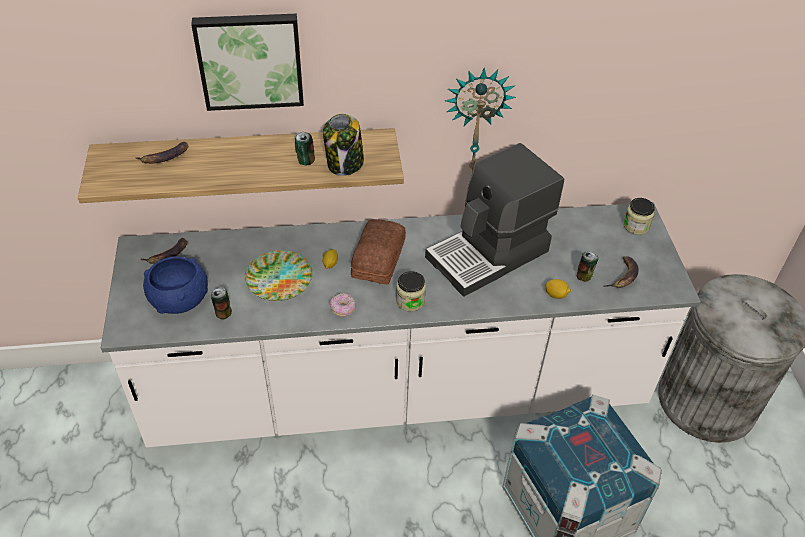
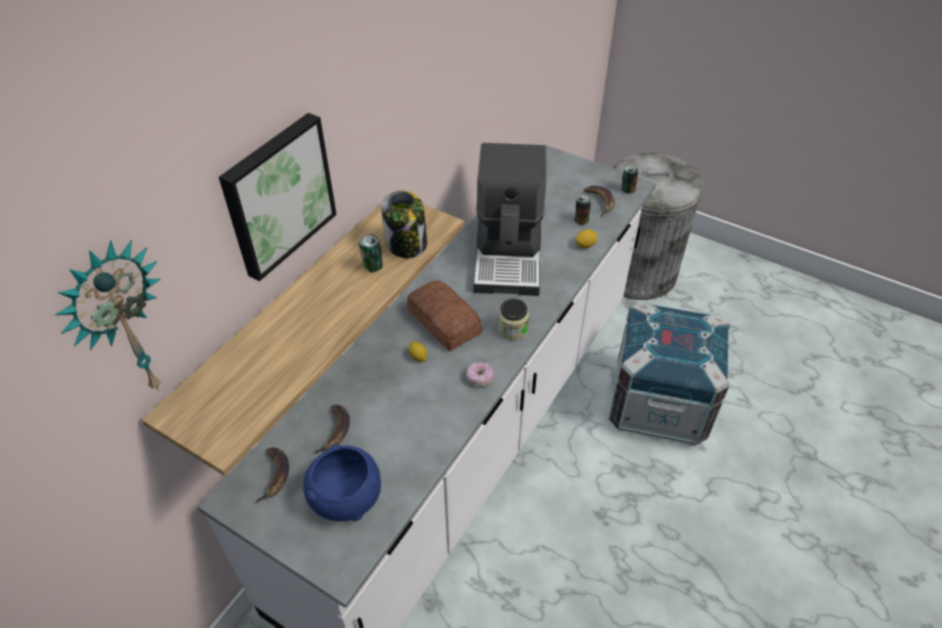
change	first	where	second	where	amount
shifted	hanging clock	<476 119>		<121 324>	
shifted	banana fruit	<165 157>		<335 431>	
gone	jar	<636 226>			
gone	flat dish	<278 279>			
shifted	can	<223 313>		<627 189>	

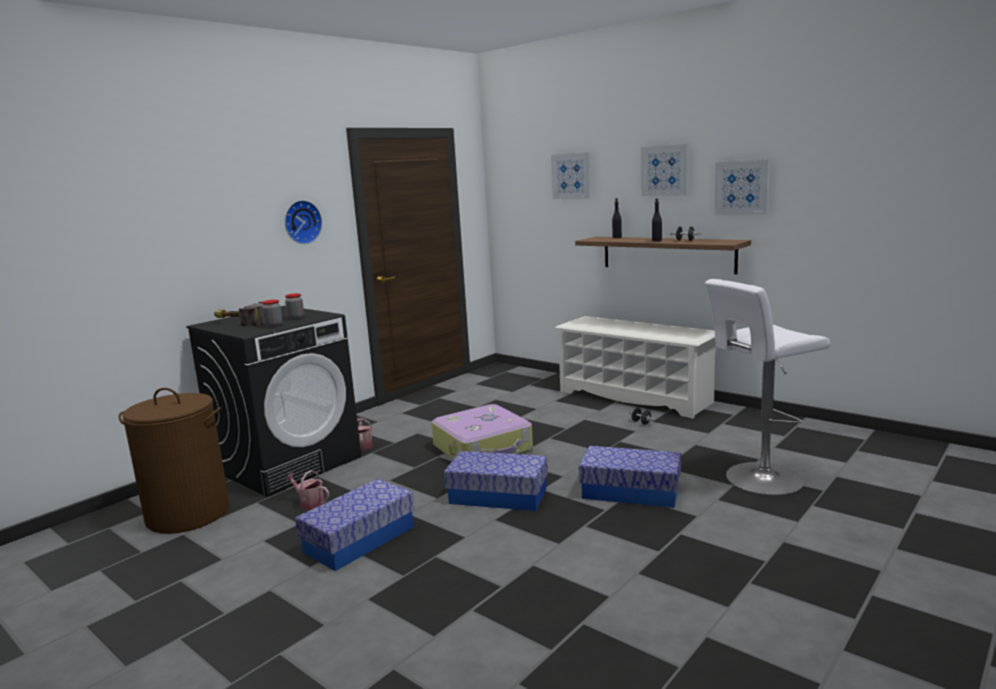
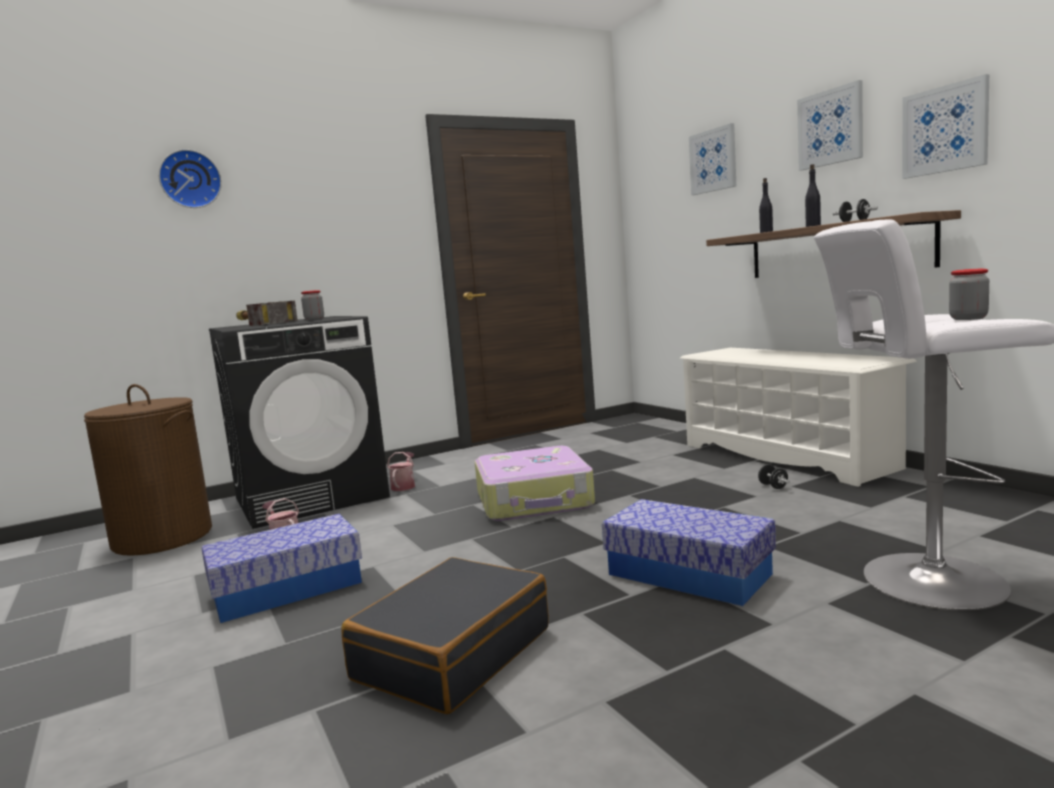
change	first	where	second	where	amount
shifted	hanging clock	<301 222>		<190 179>	
shifted	jar	<273 325>		<968 318>	
gone	storage container	<498 496>			
new			black-coloured travel case	<452 653>	

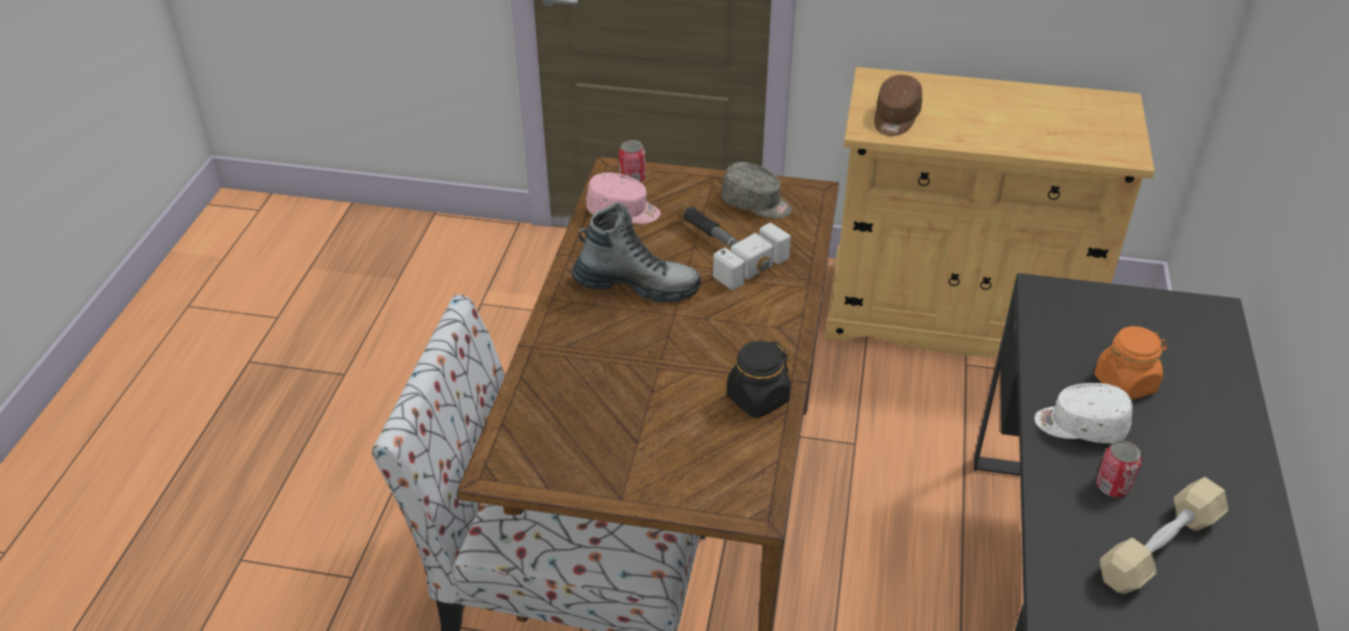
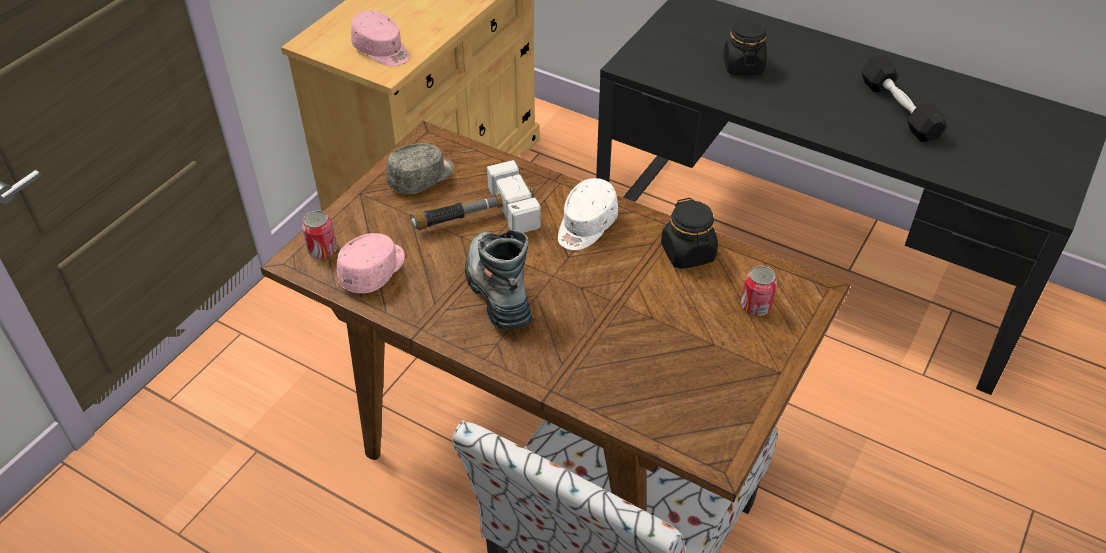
change	first	where	second	where	amount
repainted	brown-coloured peaked cap	<895 118>	pink peaked cap	<382 51>	
rotated	high-top boot	<636 286>		<497 290>	45 degrees counterclockwise
repainted	orange jar	<1125 383>	black-coloured jar	<743 66>	
shifted	white-coloured peaked cap	<1080 426>		<586 226>	
shifted	can	<1113 486>		<755 306>	
repainted	sand-coloured free weight	<1159 548>	black-coloured free weight	<898 109>	

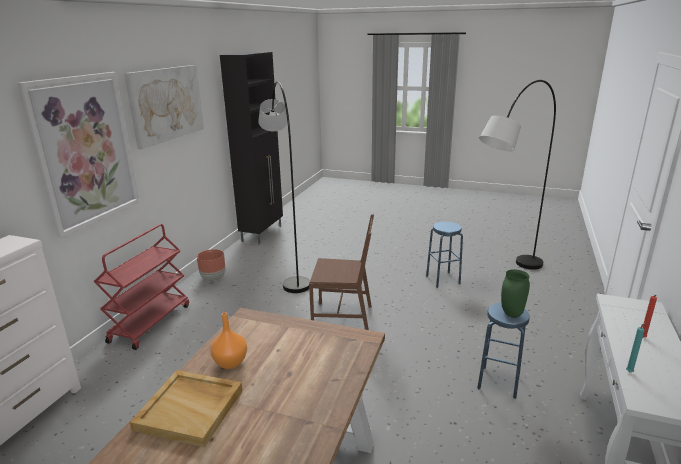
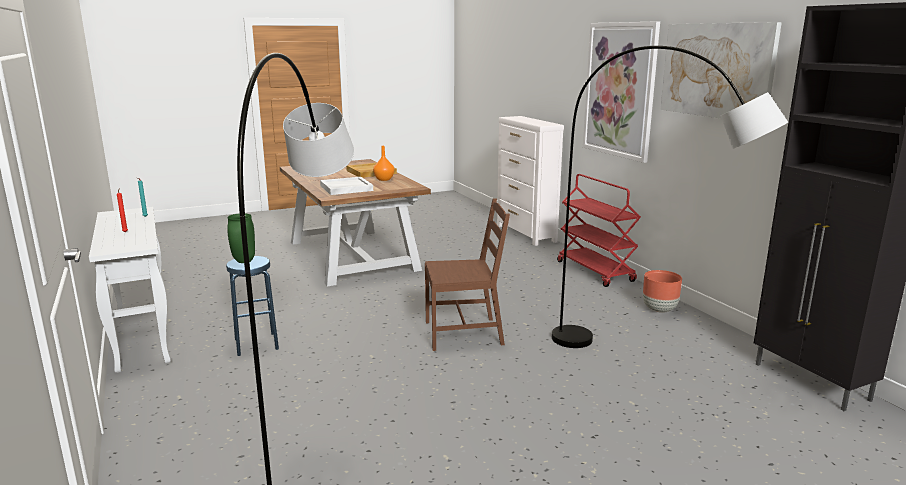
change	first	where	second	where	amount
rotated	brown-coloured chair	<343 317>		<464 333>	150 degrees counterclockwise
gone	blue stool	<443 280>			
new			white-coloured tray	<346 188>	

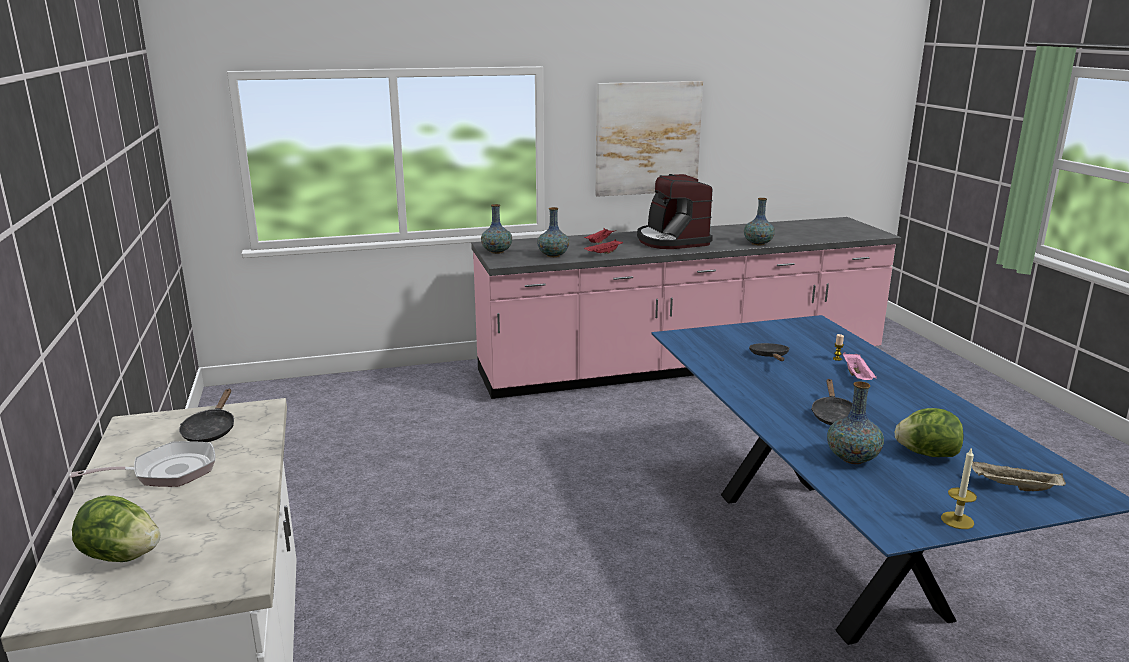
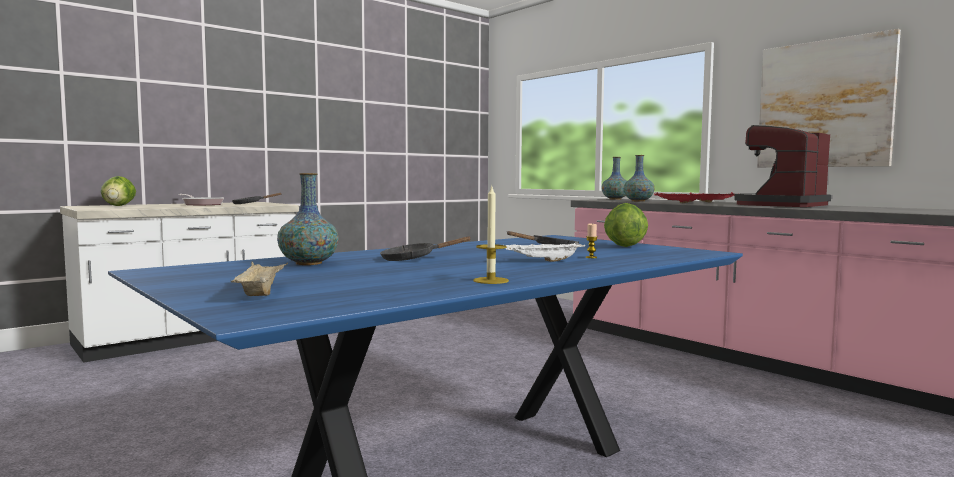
change	first	where	second	where	amount
gone	decorative vase	<758 243>			
repainted	pink tray	<857 377>	white-coloured tray	<544 261>	
shifted	head of lettuce	<926 454>		<623 246>	
shifted	wax light	<957 520>		<491 280>	

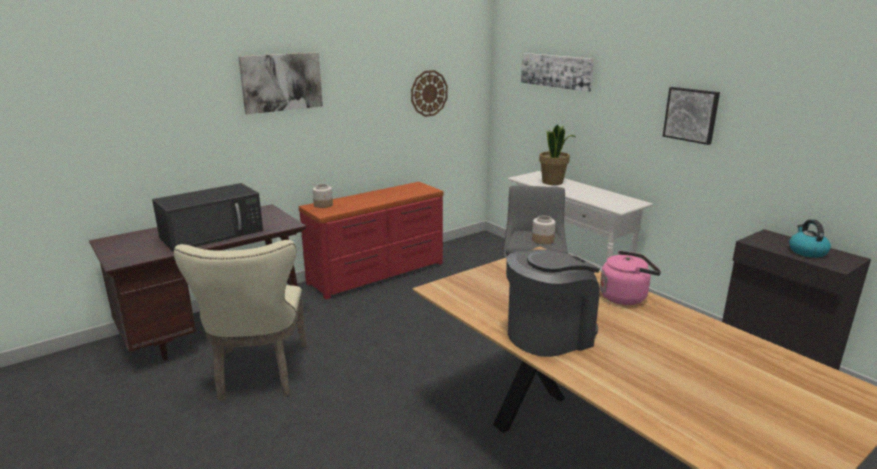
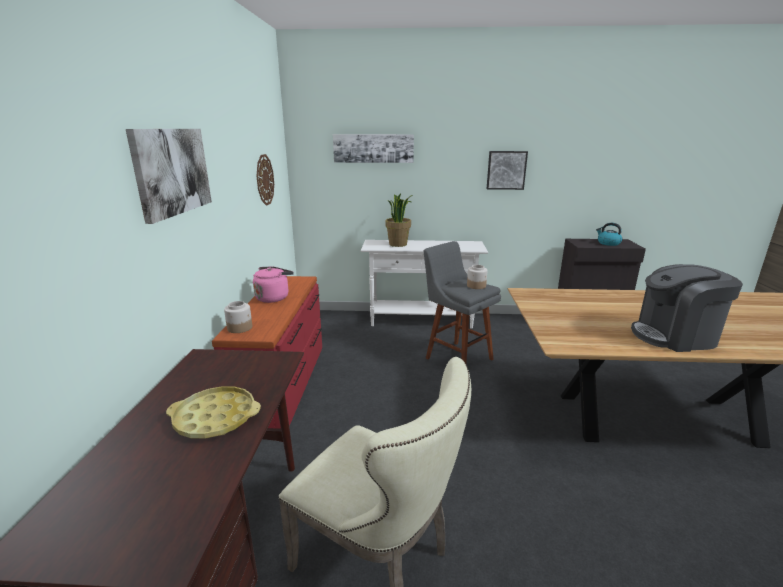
change	first	where	second	where	amount
swapped	black-coloured microwave	<213 234>	yellow tray	<215 418>	
rotated	coffee maker	<549 334>		<674 336>	105 degrees counterclockwise
shifted	pink kettle	<625 297>		<273 297>	

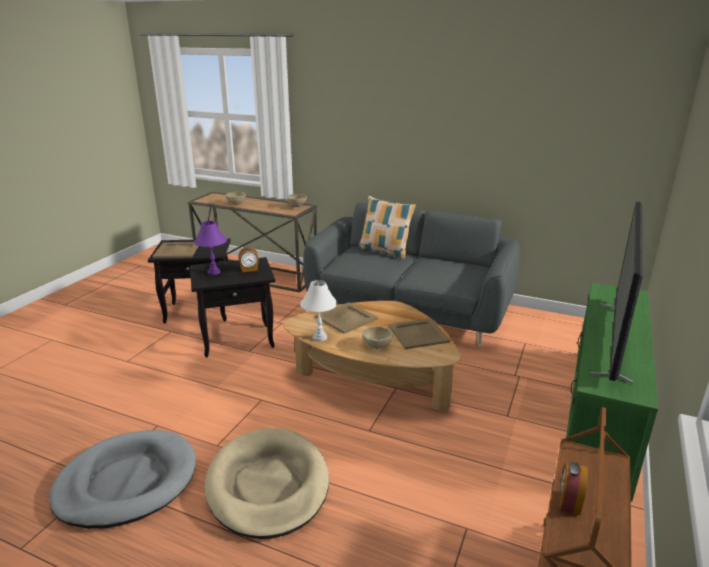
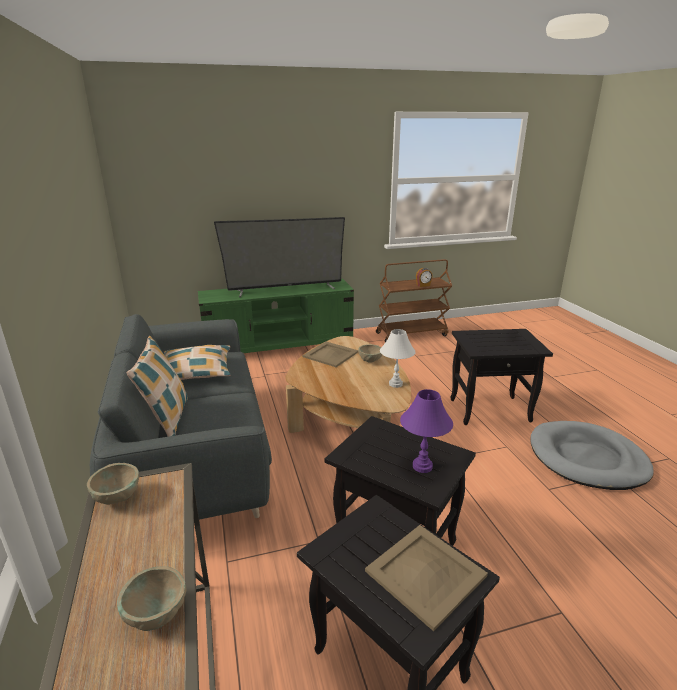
change	first	where	second	where	amount
gone	alarm clock	<249 269>			
gone	sand-coloured tray	<346 318>			
swapped	sand-coloured dog bed	<268 485>	black-coloured end table	<490 410>	
new			pillow	<196 371>	

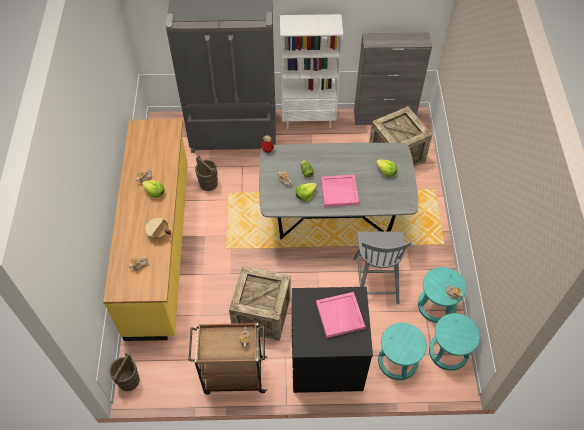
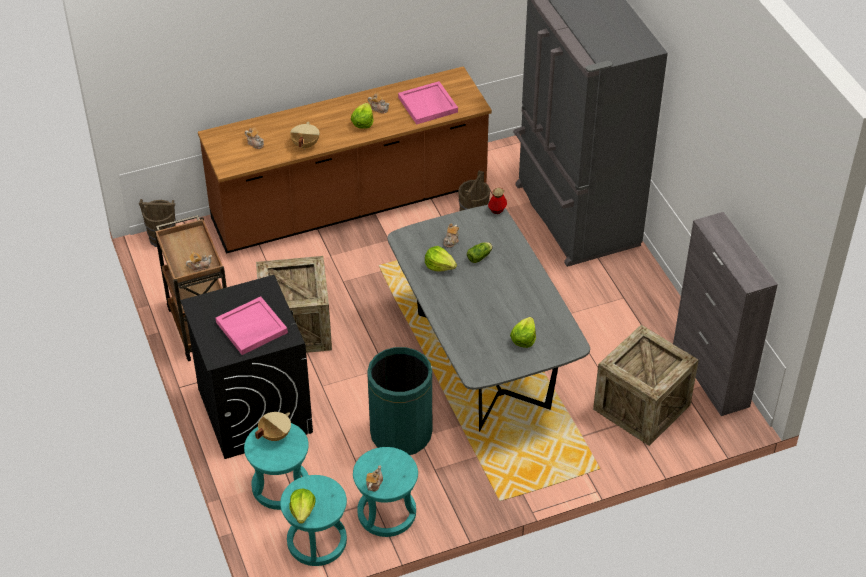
change	first	where	second	where	amount
gone	white-coloured shelving unit	<308 120>			
repainted	yellow kitchen counter	<160 248>	brown-coloured kitchen counter	<350 206>	
shifted	pink tray	<339 191>		<428 105>	
swapped	grey chair	<376 279>	green-coloured trash can	<401 433>	
new			sand-coloured stockpot	<274 435>	
new			head of lettuce	<303 511>	

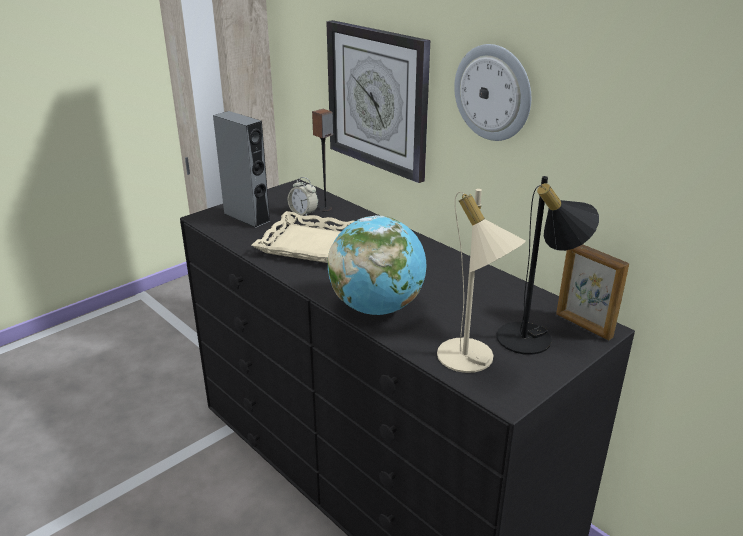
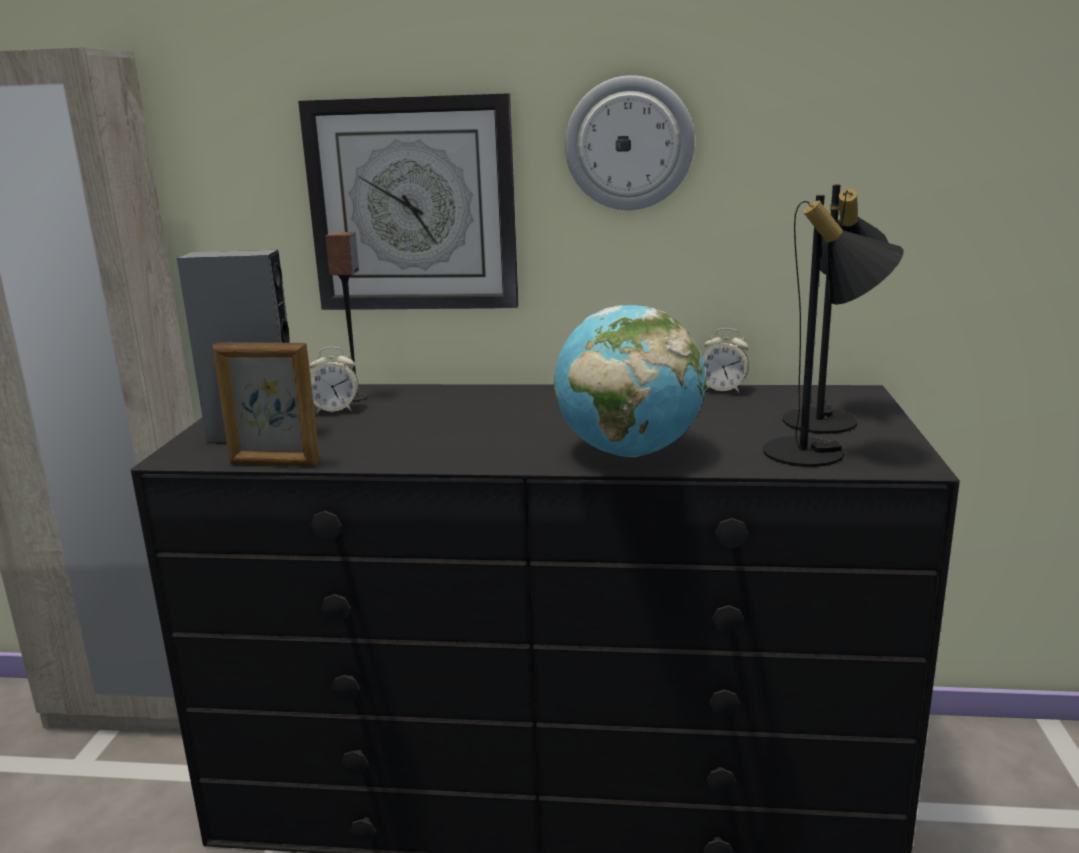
change	first	where	second	where	amount
repainted	sand-coloured tabletop lamp	<472 361>	black-coloured tabletop lamp	<820 453>	
gone	sand-coloured tray	<310 243>			
shifted	standing frame	<583 326>		<274 463>	
new			alarm clock	<723 389>	

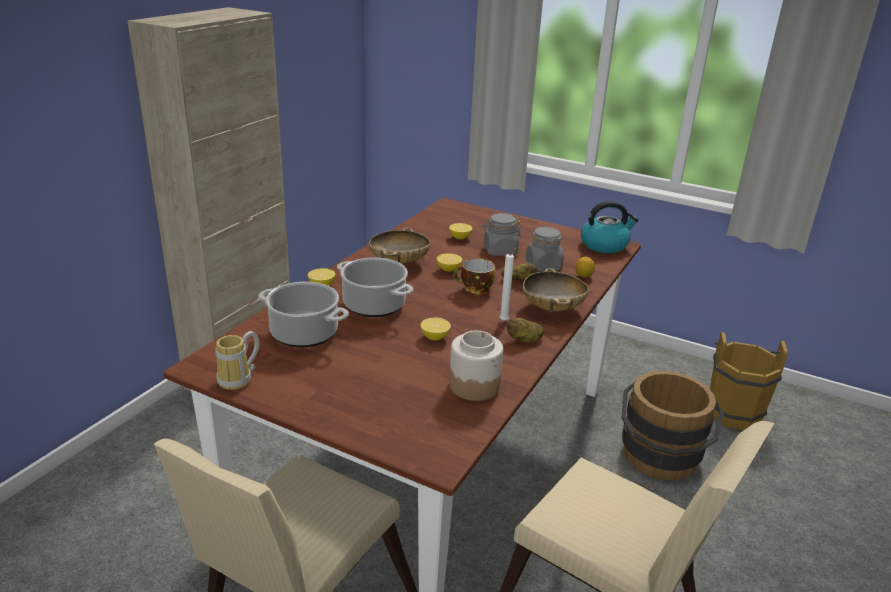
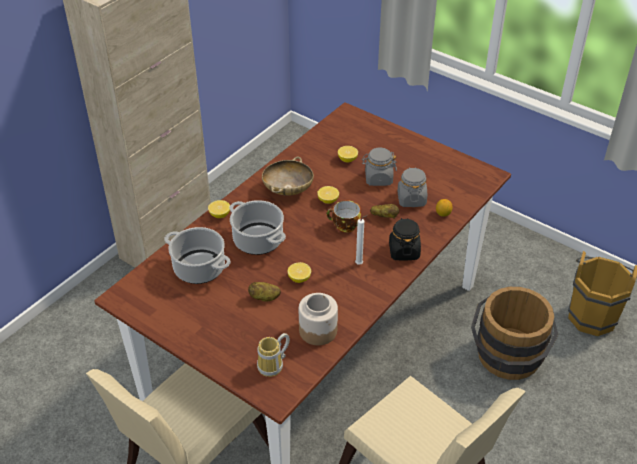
change	first	where	second	where	amount
gone	kettle	<604 245>			
swapped	sand-coloured bowl	<552 308>	black-coloured jar	<404 251>	
shifted	spud	<524 339>		<264 297>	
shifted	mug	<239 379>		<274 366>	

